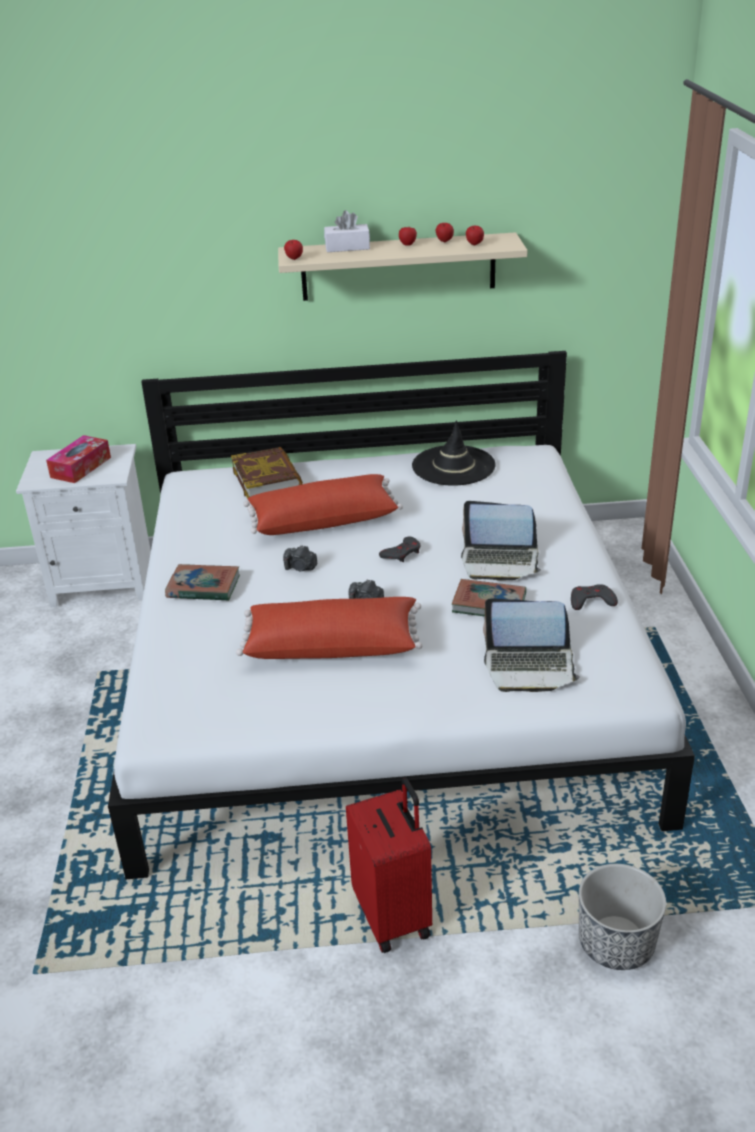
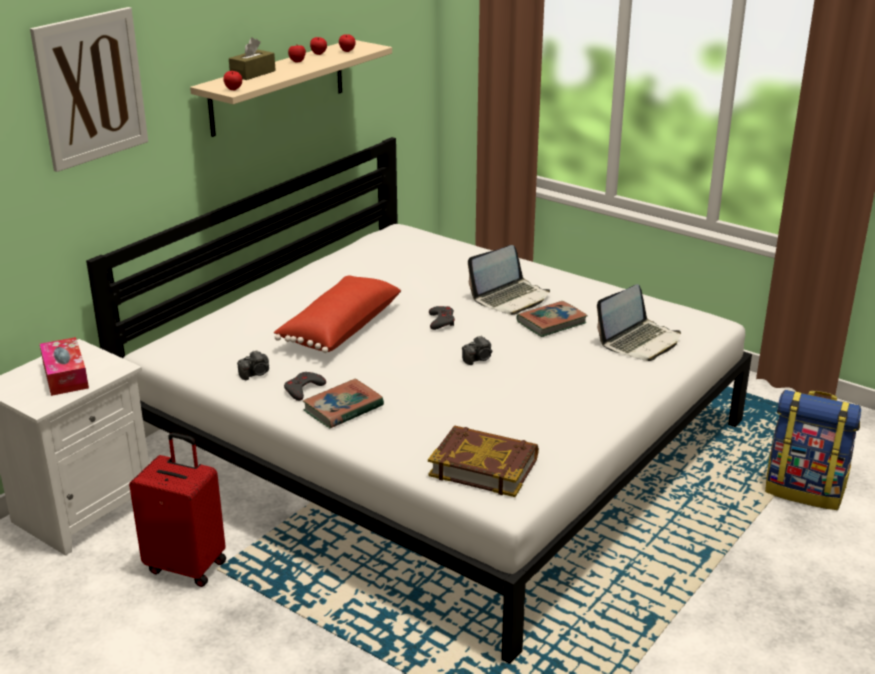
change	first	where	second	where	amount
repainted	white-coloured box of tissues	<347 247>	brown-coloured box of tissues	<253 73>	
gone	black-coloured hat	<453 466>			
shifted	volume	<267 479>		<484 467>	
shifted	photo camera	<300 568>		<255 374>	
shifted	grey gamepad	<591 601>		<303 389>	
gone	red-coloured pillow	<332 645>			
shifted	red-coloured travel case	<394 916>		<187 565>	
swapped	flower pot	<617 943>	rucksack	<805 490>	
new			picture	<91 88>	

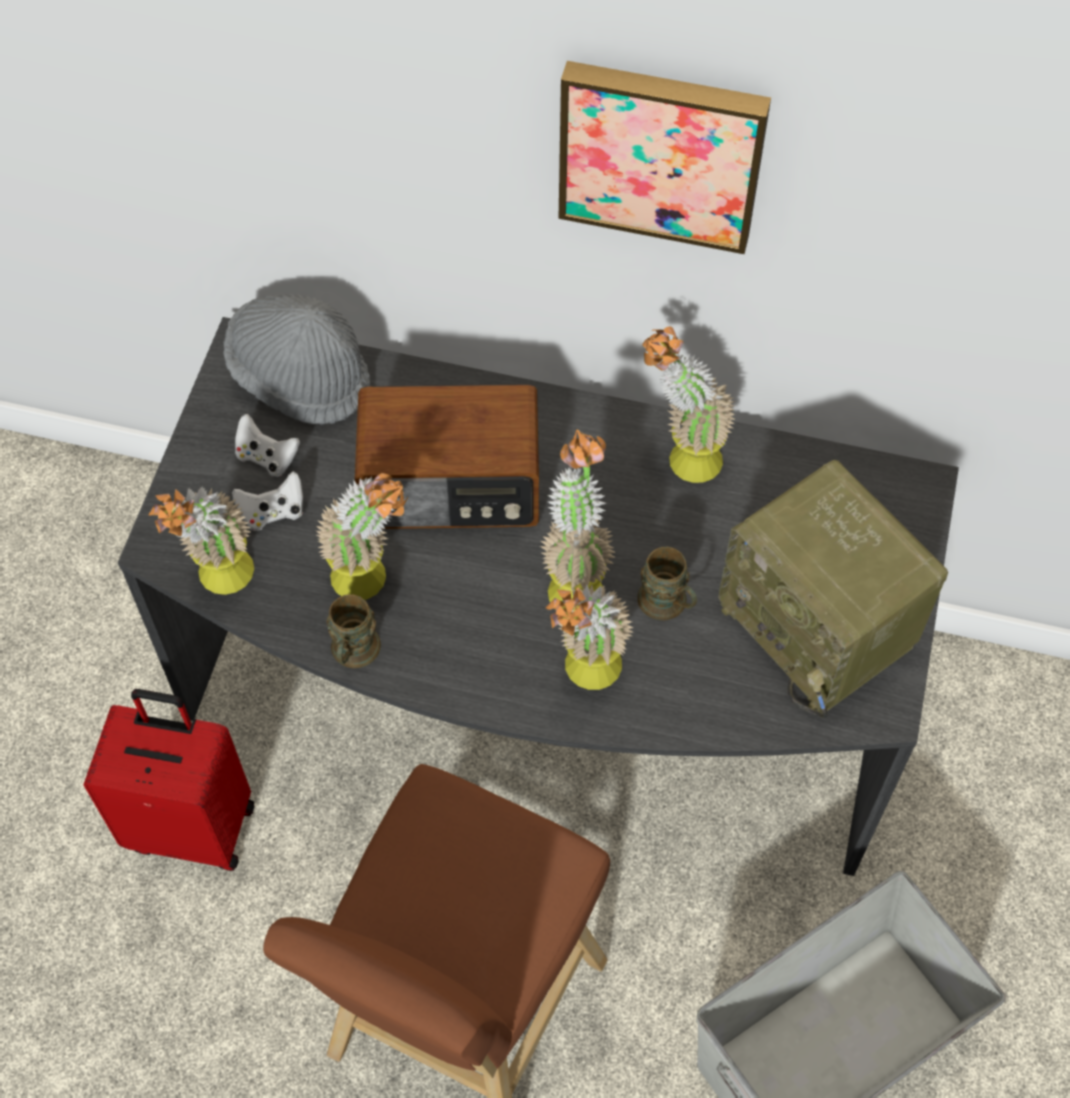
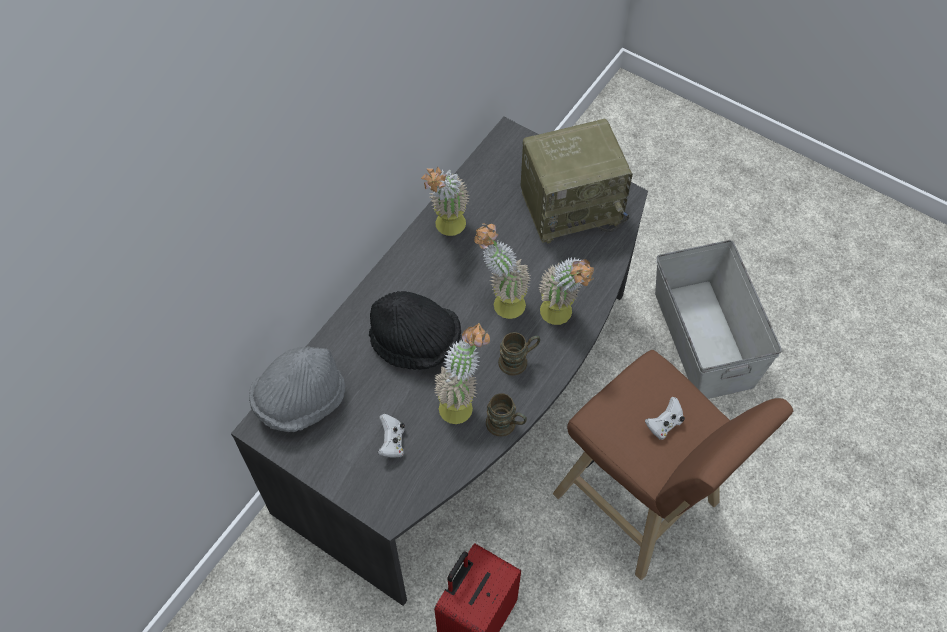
change	first	where	second	where	amount
gone	picture	<661 152>			
swapped	radio	<452 487>	black-coloured hat	<416 343>	
shifted	white-coloured gamepad	<267 457>		<664 424>	
gone	plant in a pot	<220 583>			
shifted	brown-coloured mug	<668 605>		<518 361>	

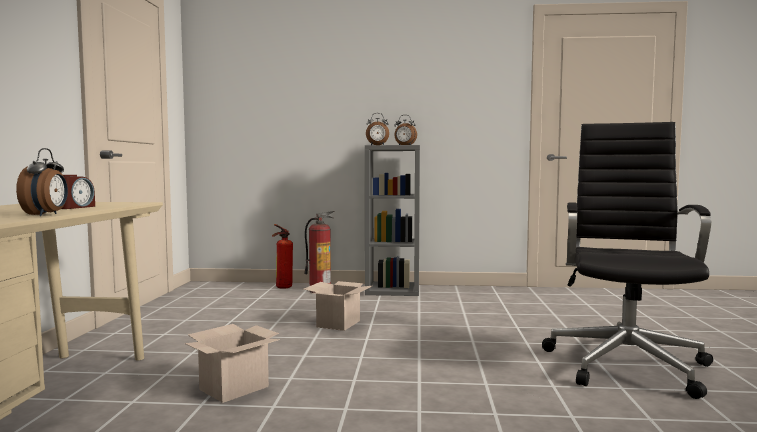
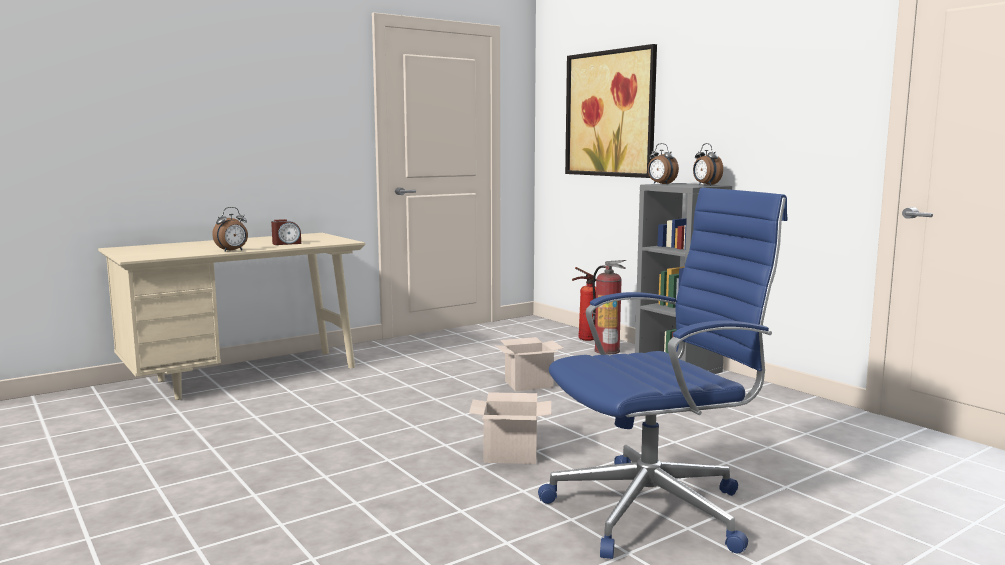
change	first	where	second	where	amount
repainted	black-coloured office chair	<626 363>	blue office chair	<655 510>	
shifted	cardboard box	<235 387>		<512 454>	
new			picture	<610 114>	

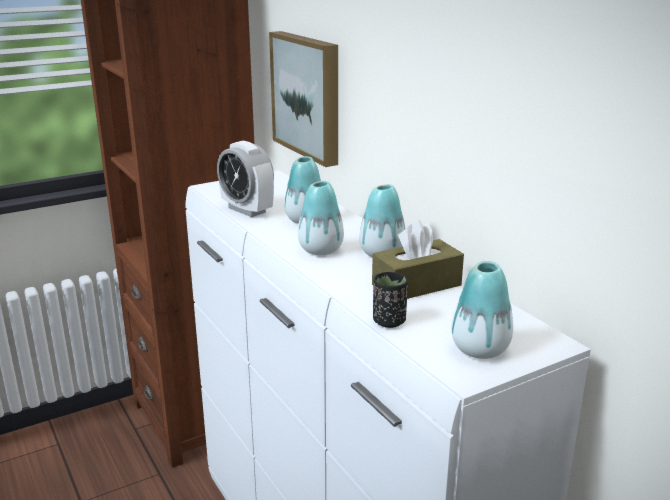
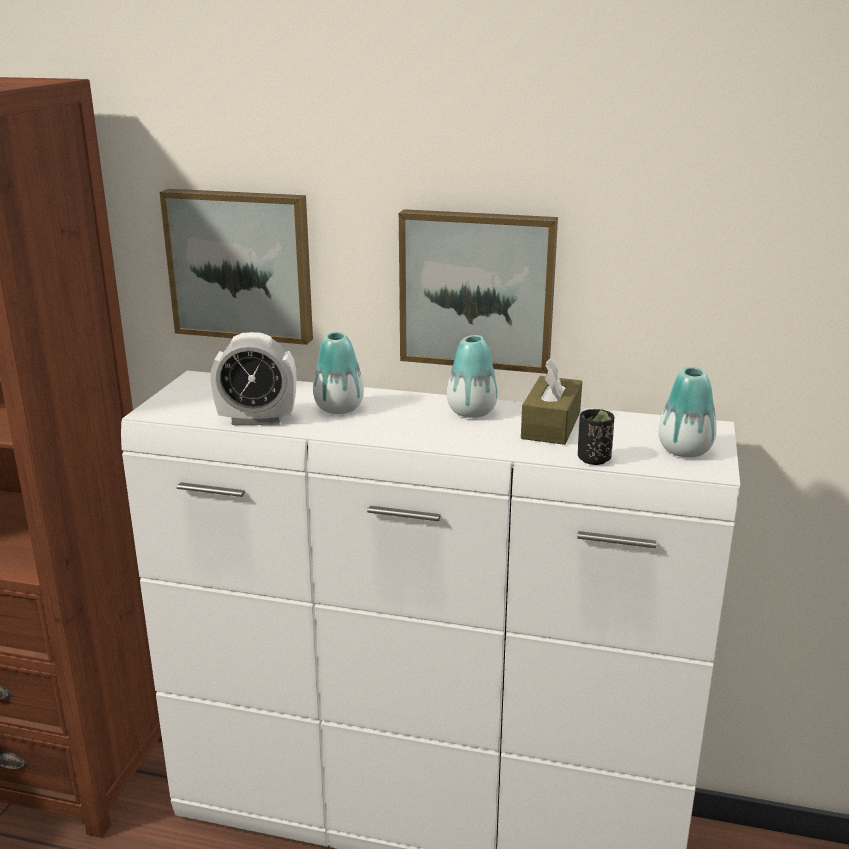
change	first	where	second	where	amount
gone	decorative vase	<320 250>			
new			picture	<477 289>	

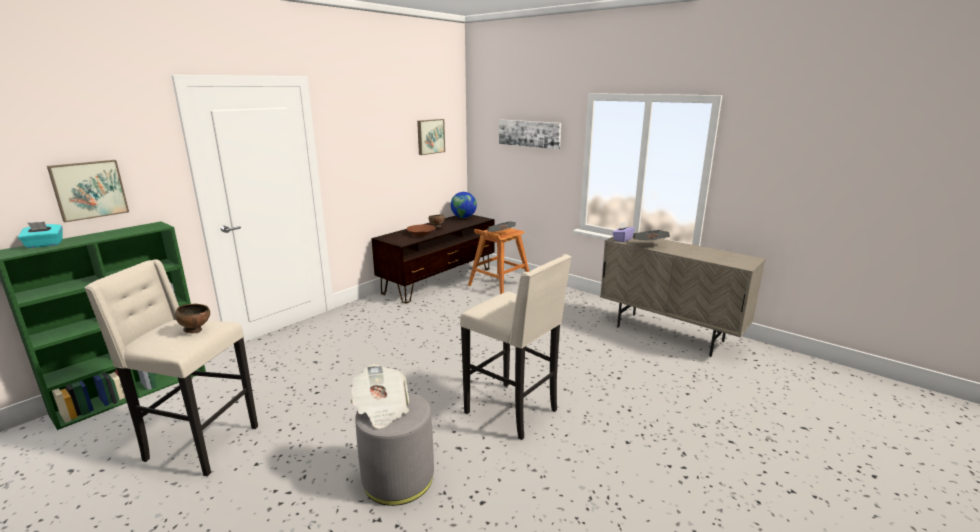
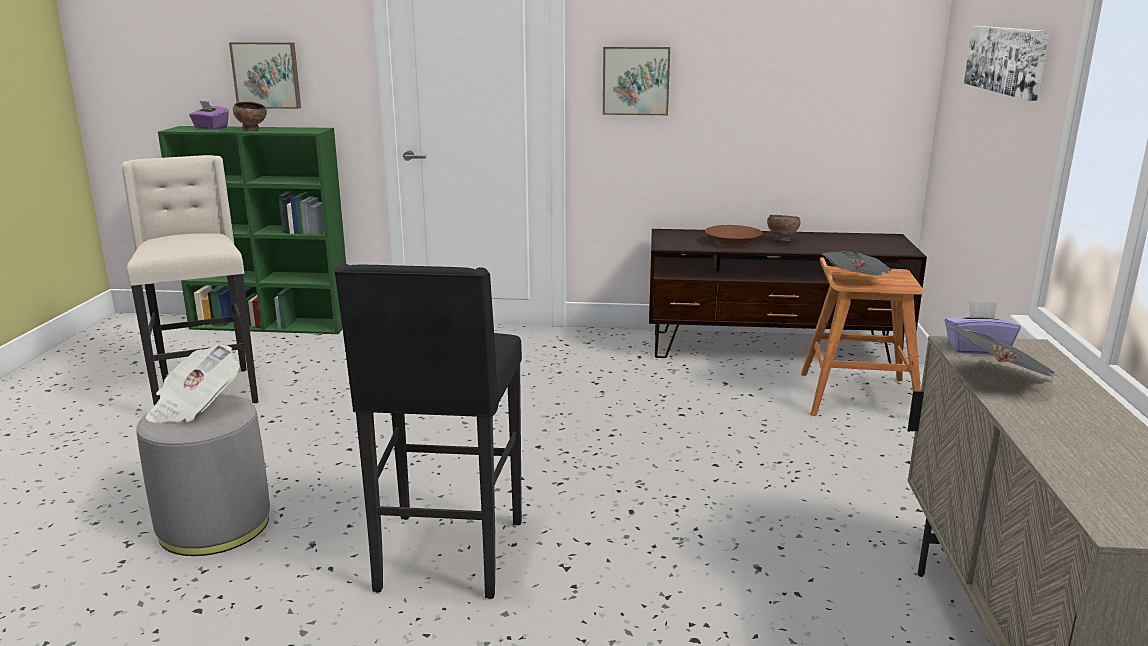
change	first	where	second	where	amount
shifted	picture	<430 136>		<636 80>	
gone	desk globe	<463 217>			
repainted	blue-green box of tissues	<44 245>	purple-coloured box of tissues	<210 128>	
repainted	sand-coloured stool	<513 412>	black-coloured stool	<447 557>	
shifted	brown-coloured bowl	<196 330>		<252 130>	

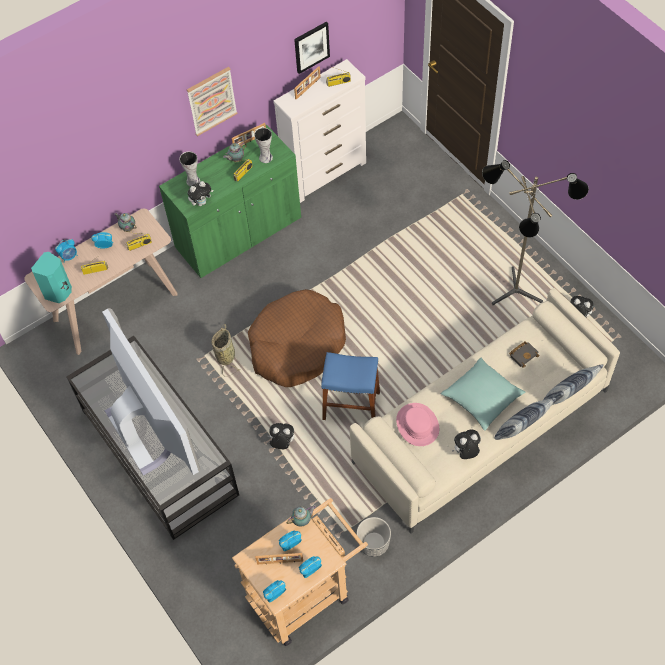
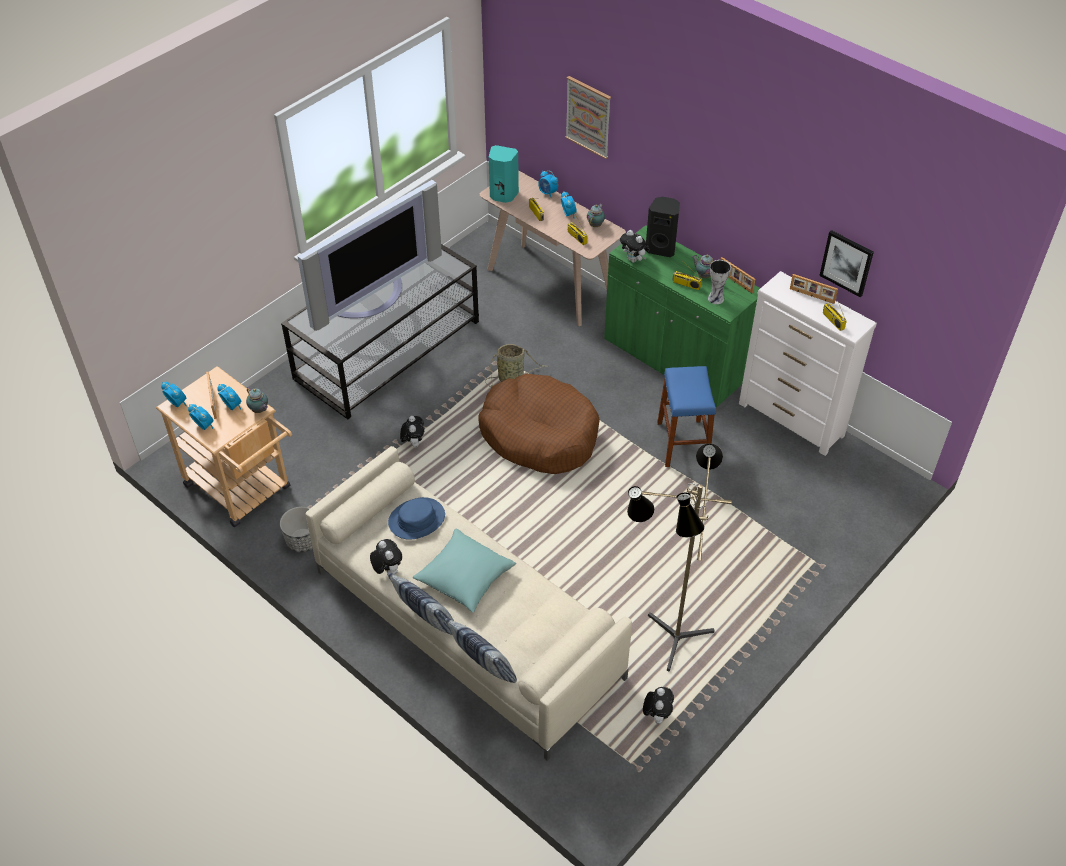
change	first	where	second	where	amount
shifted	picture	<211 101>		<588 117>	
swapped	decorative vase	<193 180>	black-coloured audio speaker	<661 248>	
gone	black-coloured volume	<523 354>			
shifted	blue stool	<351 405>		<683 443>	
repainted	pink hat	<417 425>	blue hat	<416 519>	

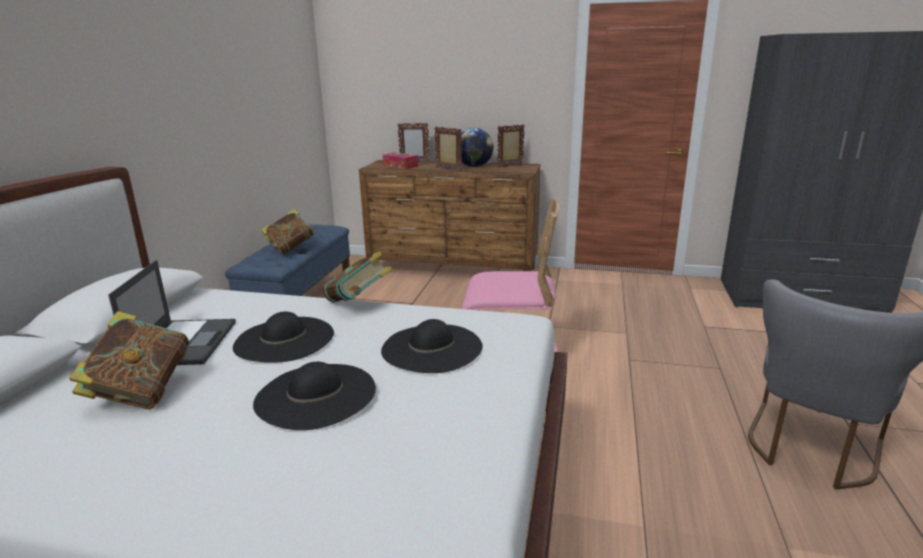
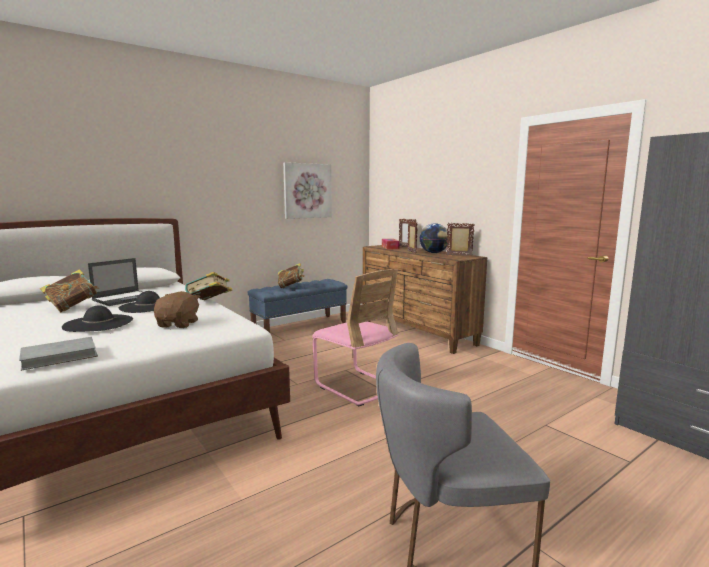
change	first	where	second	where	amount
swapped	black-coloured hat	<432 348>	brown-coloured soft toy	<179 324>	
new			picture	<307 191>	
new			grey volume	<60 356>	

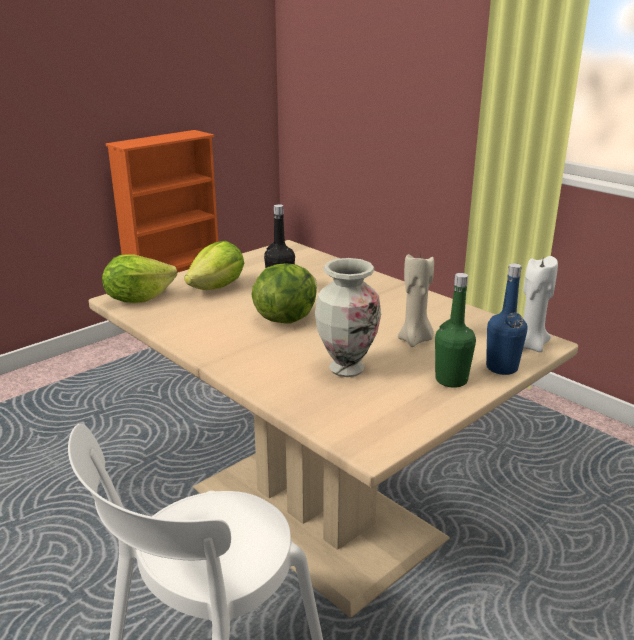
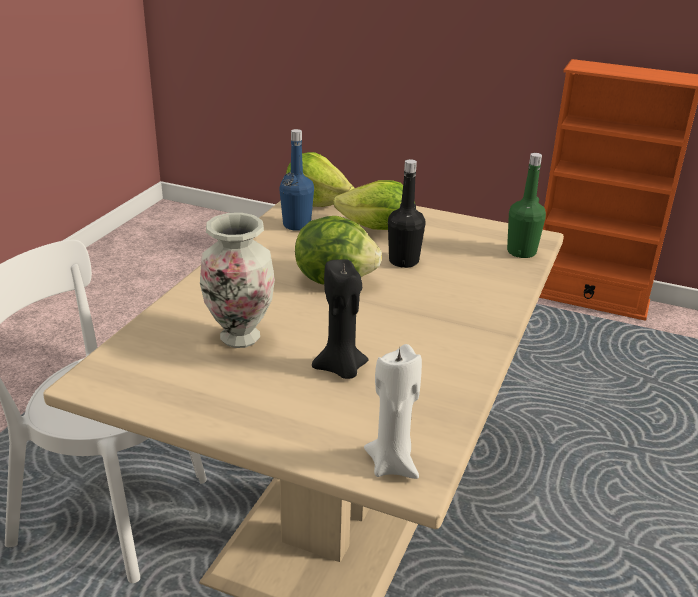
change	first	where	second	where	amount
repainted	sand-coloured wax light	<415 340>	black-coloured wax light	<341 369>	
shifted	blue beverage bottle	<501 368>		<297 225>	
shifted	green-coloured beverage bottle	<451 380>		<521 252>	

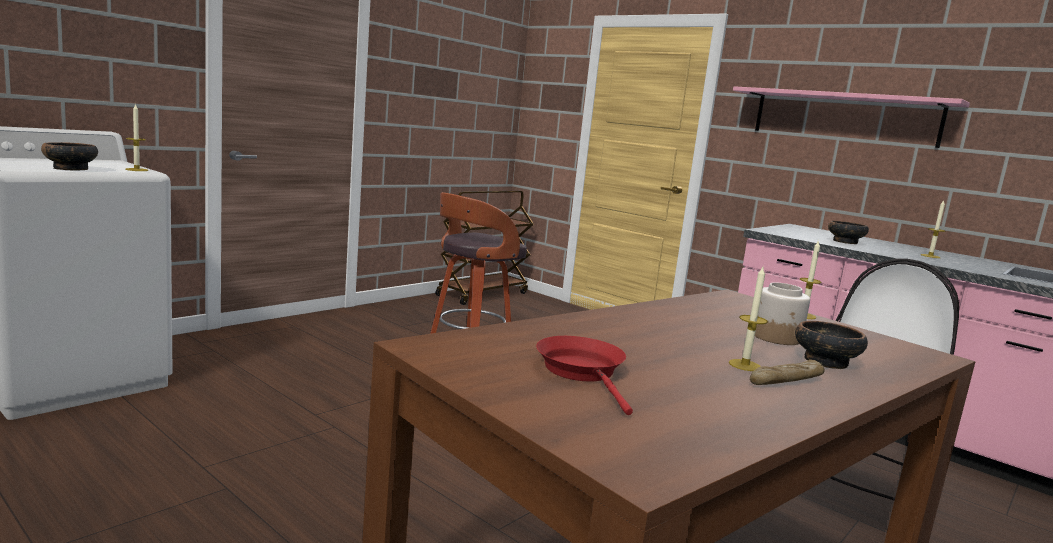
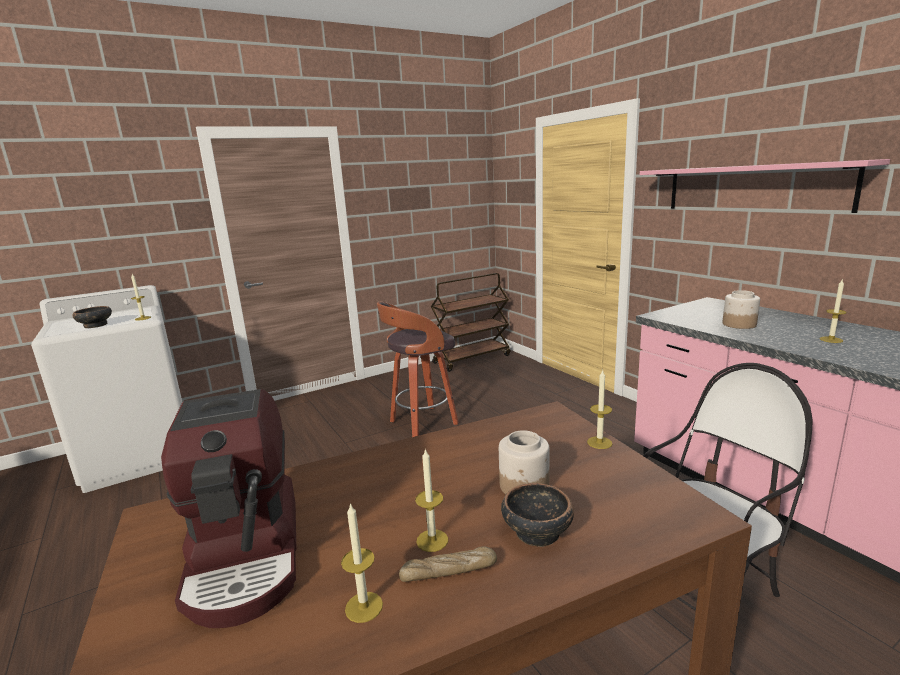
change	first	where	second	where	amount
swapped	bowl	<844 242>	jar	<738 324>	
swapped	red-coloured skillet	<583 372>	coffee maker	<248 556>	
new			wax light	<364 607>	

